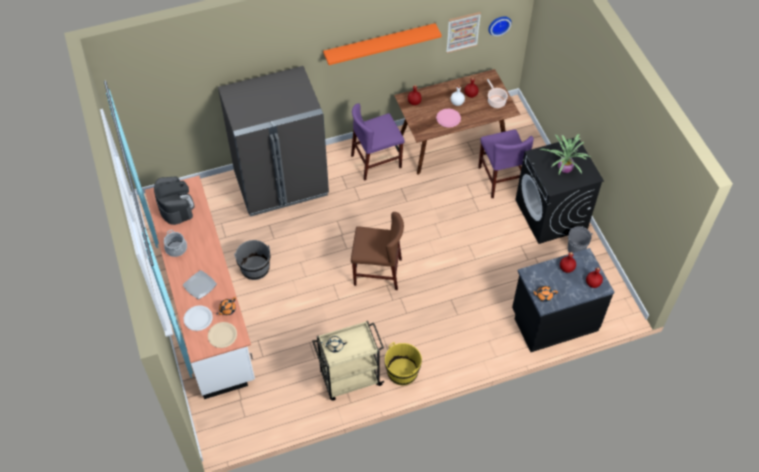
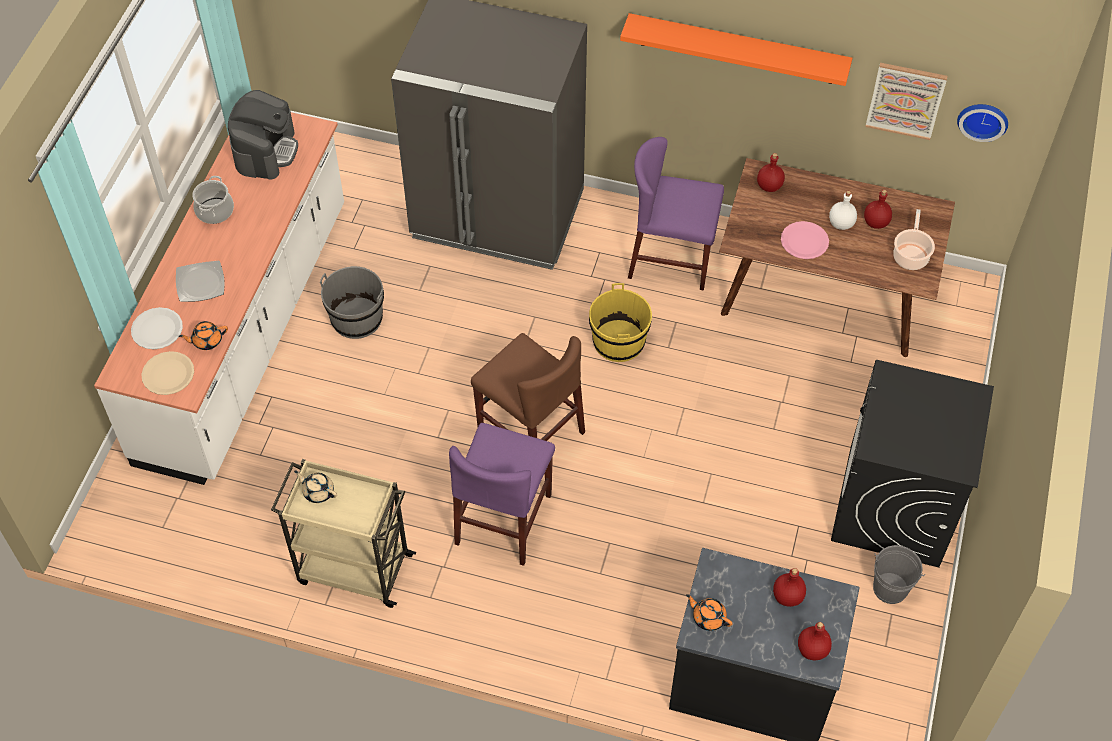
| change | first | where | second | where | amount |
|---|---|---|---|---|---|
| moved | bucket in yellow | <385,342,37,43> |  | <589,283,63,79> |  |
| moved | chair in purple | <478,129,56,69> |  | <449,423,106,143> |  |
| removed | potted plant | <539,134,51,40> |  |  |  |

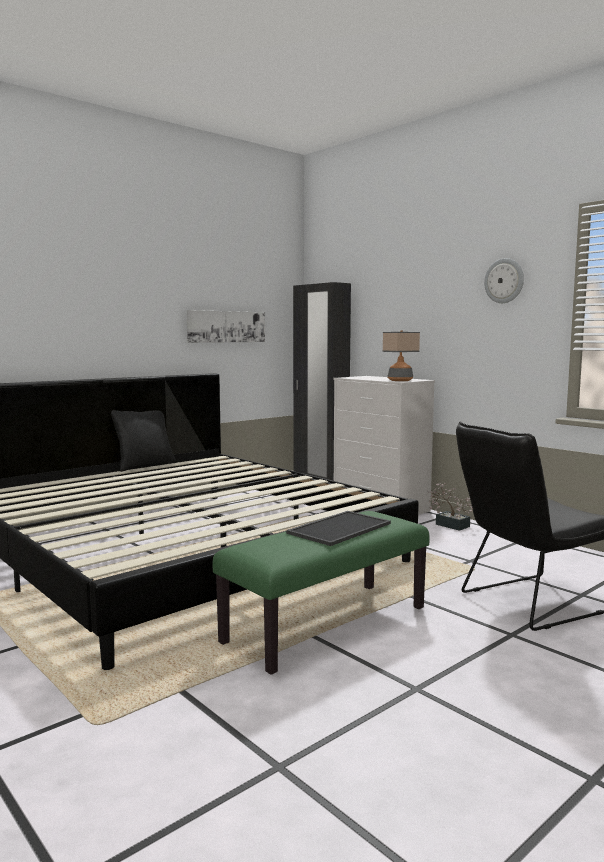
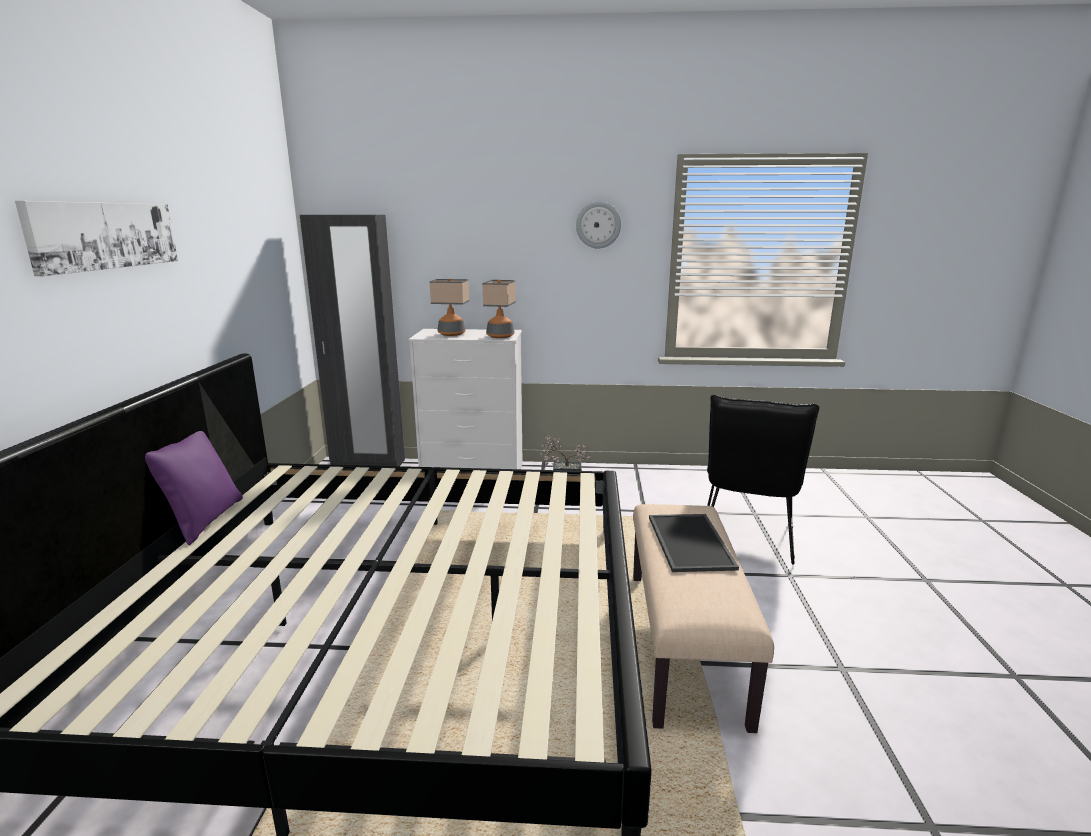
| change | first | where | second | where | amount |
|---|---|---|---|---|---|
| recoloured | pillow in black | <111,410,65,62> | pillow in purple | <145,431,98,114> |  |
| moved | picture | <187,310,78,33> |  | <15,201,163,75> |  |
| recoloured | bench in green | <212,511,218,164> | bench in beige | <633,504,141,229> |  |
| added |  |  | table lamp | <429,279,40,57> |  |

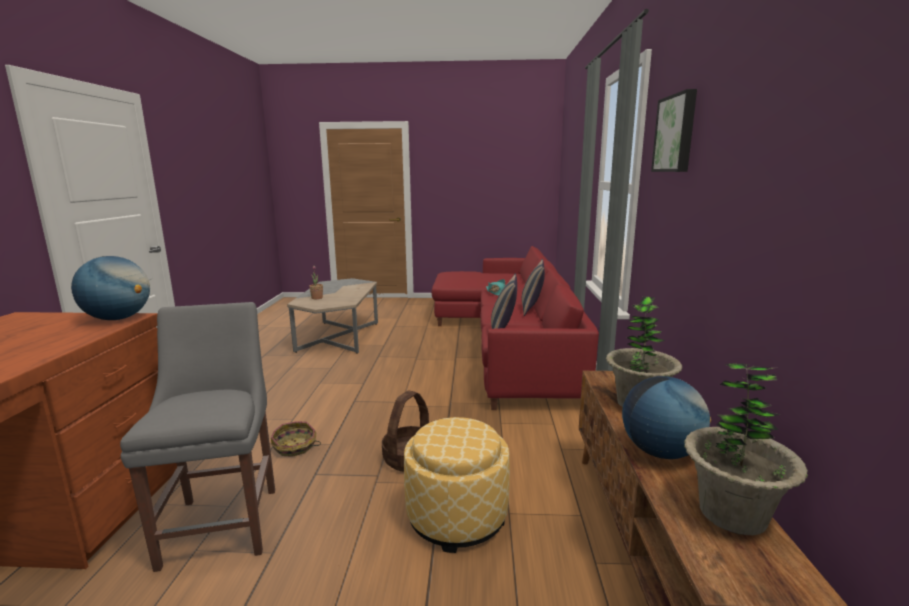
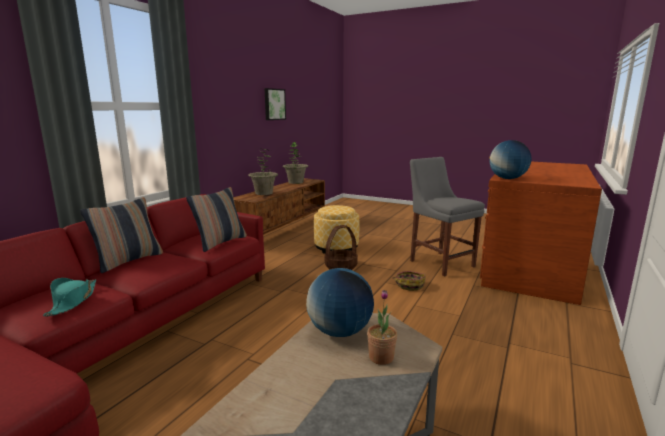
| change | first | where | second | where | amount |
|---|---|---|---|---|---|
| turned | chair in grey | <120,302,155,270> |  | <410,157,75,120> | 135 degrees clockwise |
| moved | globe | <622,376,89,83> |  | <306,268,68,69> |  |
| moved | picture | <651,89,46,83> |  | <264,88,22,32> |  |

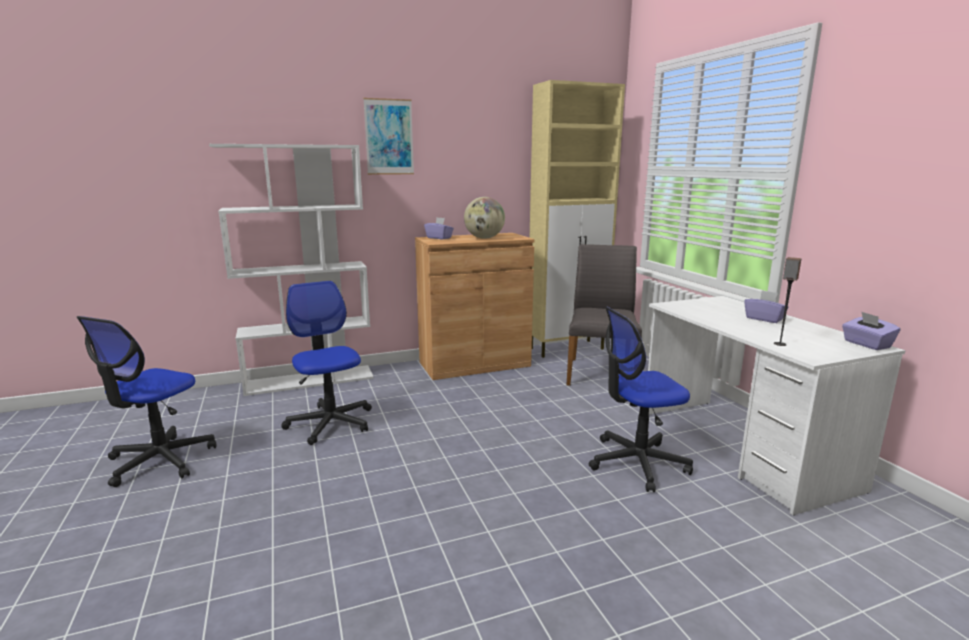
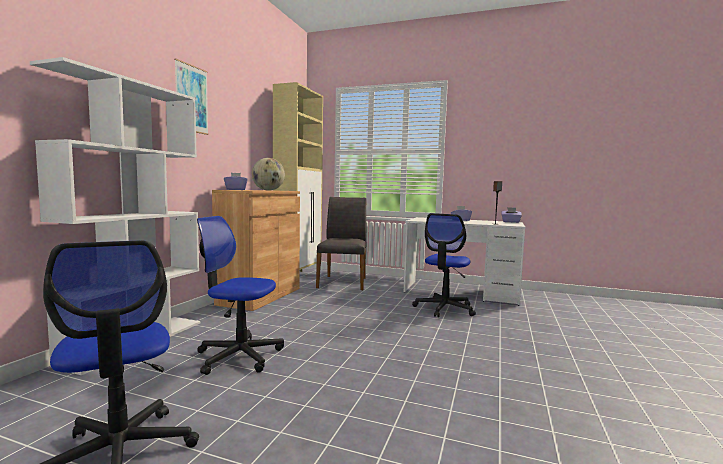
| change | first | where | second | where | amount |
|---|---|---|---|---|---|
| turned | chair in grey | <567,244,75,142> |  | <316,197,50,93> | 45 degrees clockwise |

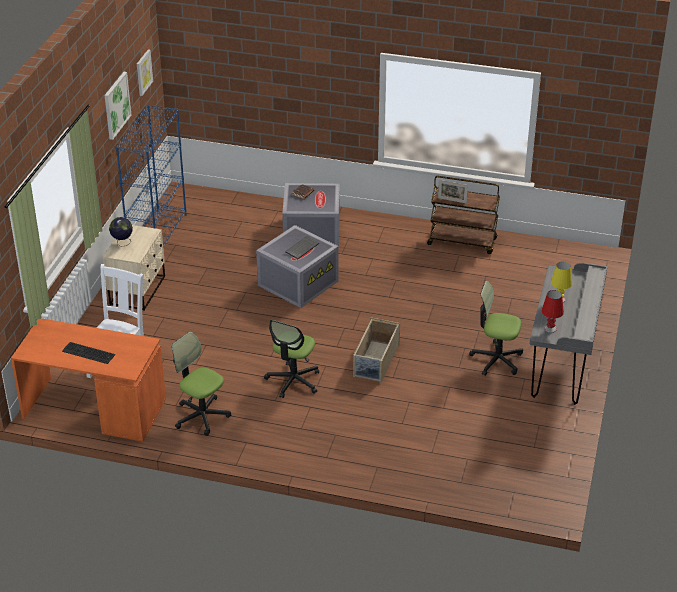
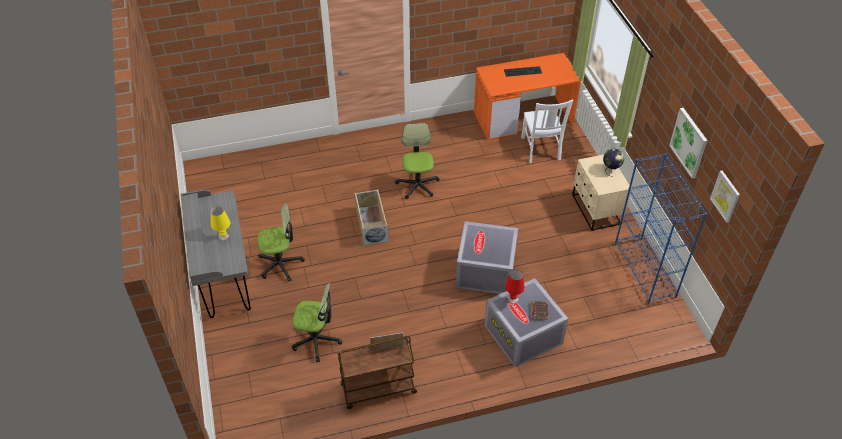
| change | first | where | second | where | amount |
|---|---|---|---|---|---|
| moved | office chair | <172,332,59,104> |  | <292,283,50,79> |  |
| removed | keyboard | <285,236,34,23> |  |  |  |
| moved | table lamp in red | <542,290,22,43> |  | <505,270,20,34> |  |

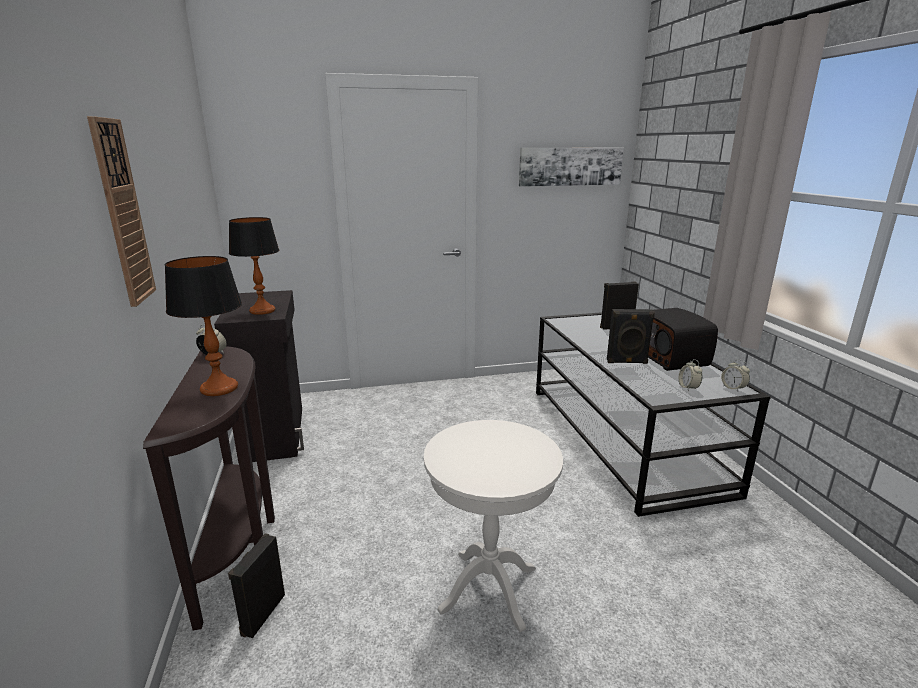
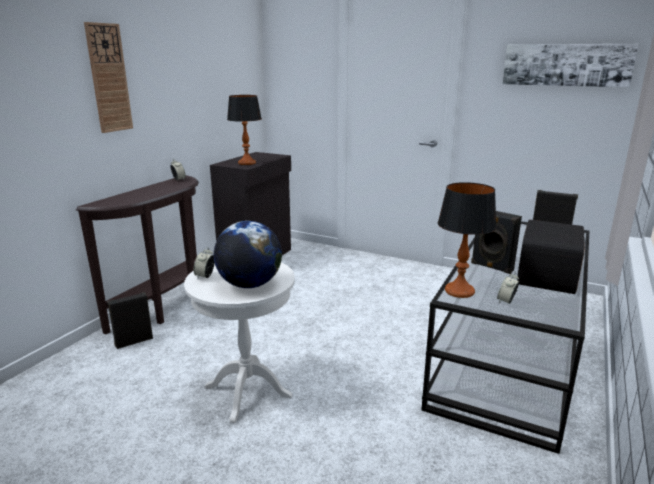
| change | first | where | second | where | amount |
|---|---|---|---|---|---|
| moved | table lamp | <164,256,78,140> |  | <438,182,59,116> |  |
| moved | alarm clock | <721,359,29,32> |  | <194,247,21,32> |  |
| added |  |  | globe | <214,221,68,67> |  |

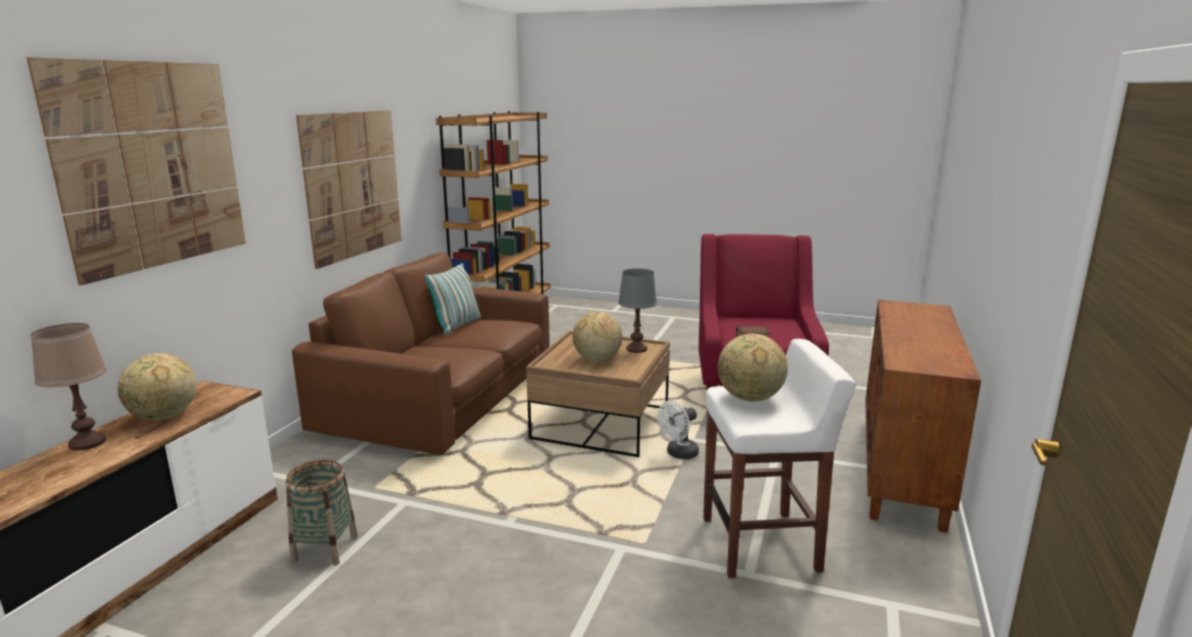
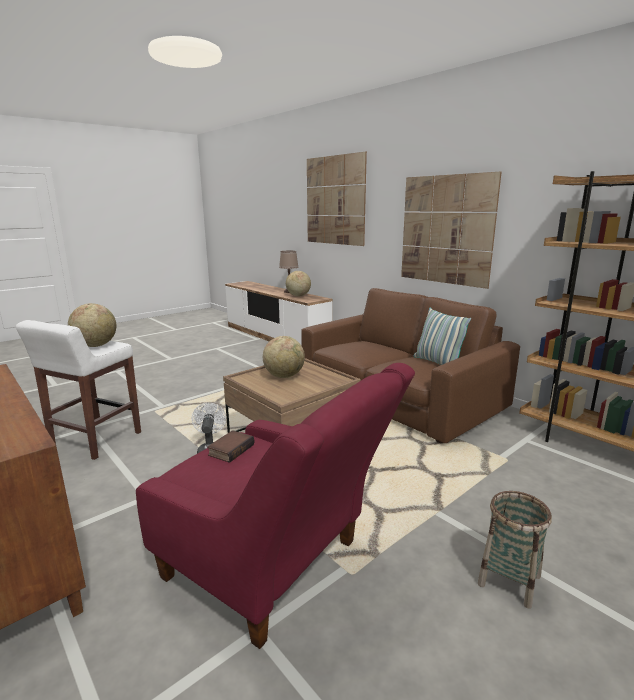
| change | first | where | second | where | amount |
|---|---|---|---|---|---|
| moved | basket | <286,460,72,105> |  | <478,491,74,118> |  |
| removed | table lamp in grey | <618,269,39,84> |  |  |  |

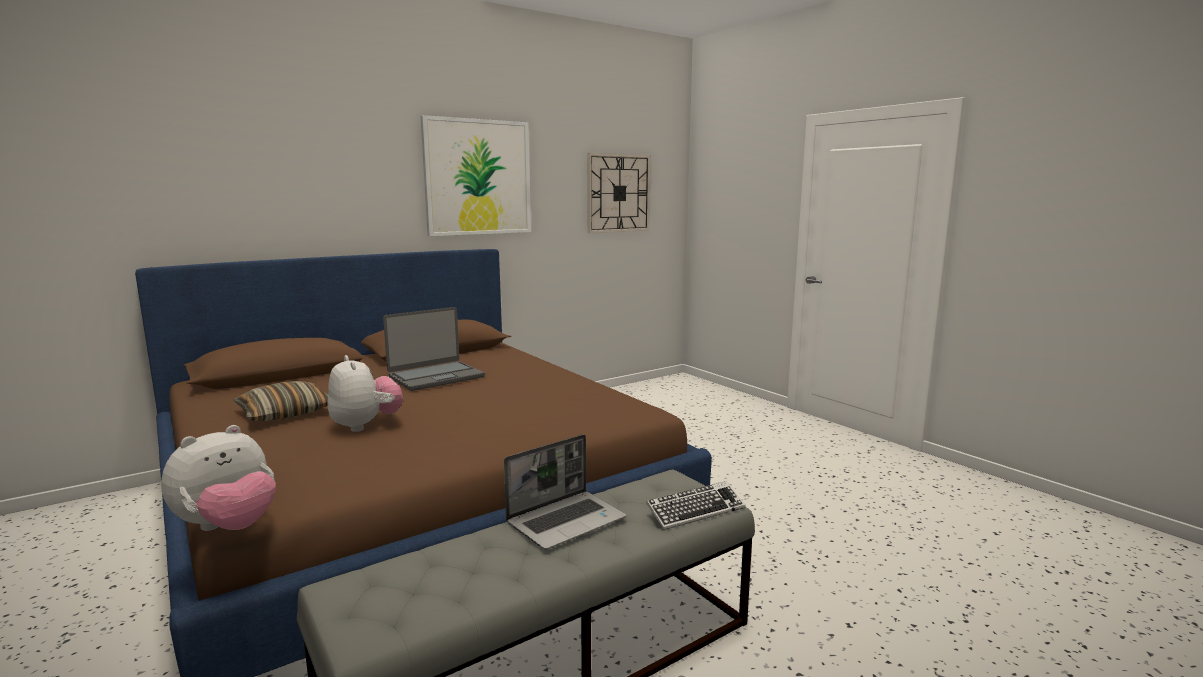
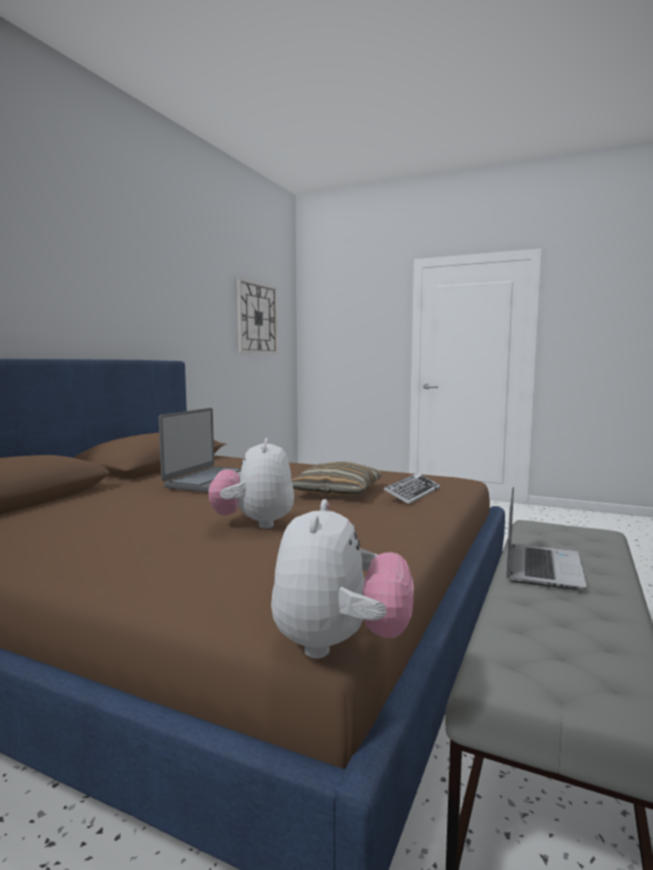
| change | first | where | second | where | amount |
|---|---|---|---|---|---|
| moved | pillow | <233,381,95,40> |  | <291,461,92,36> |  |
| turned | plush toy | <328,355,75,77> |  | <208,438,86,91> | 120 degrees counterclockwise |
| removed | picture | <420,115,111,121> |  |  |  |
| moved | keyboard | <646,481,100,49> |  | <384,473,56,31> |  |

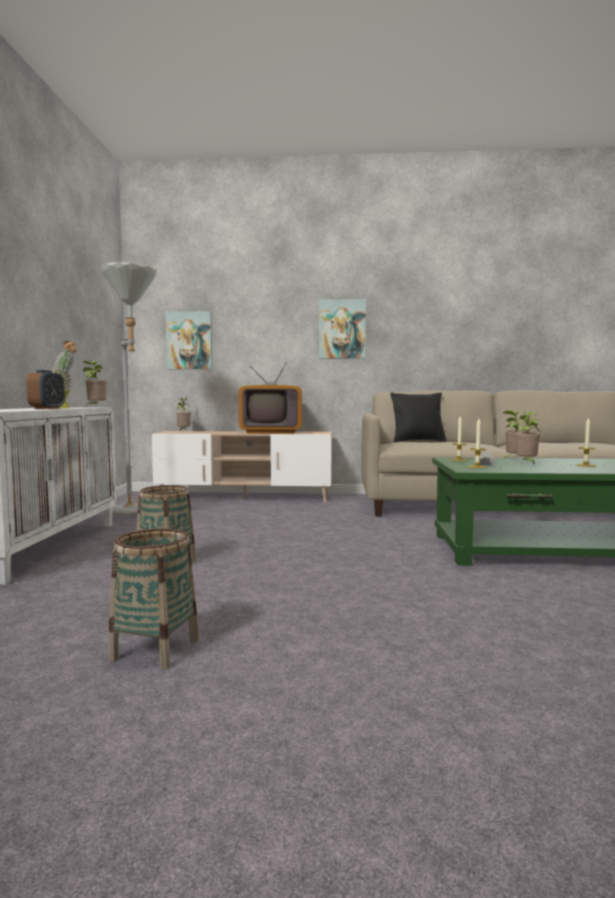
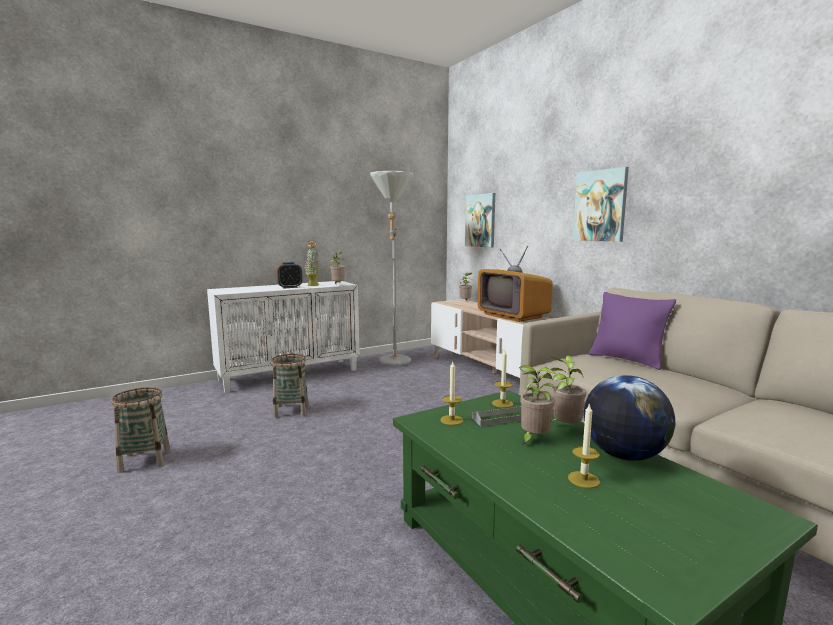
| change | first | where | second | where | amount |
|---|---|---|---|---|---|
| recoloured | pillow in black | <391,392,56,50> | pillow in purple | <589,292,87,78> |  |
| added |  |  | globe | <583,375,92,86> |  |

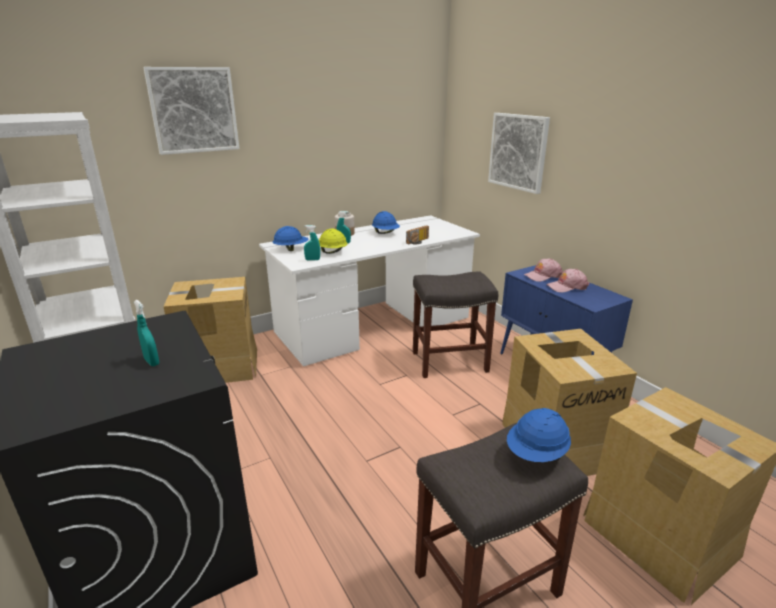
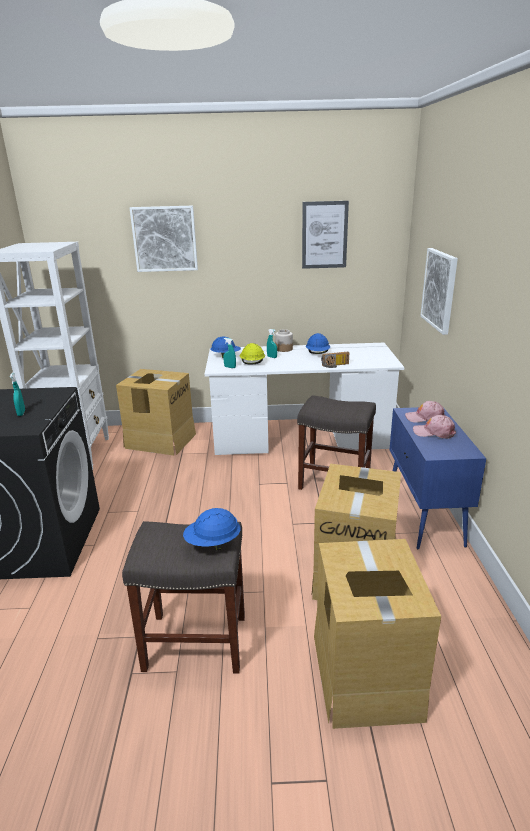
| change | first | where | second | where | amount |
|---|---|---|---|---|---|
| added |  |  | picture | <302,201,47,68> |  |

